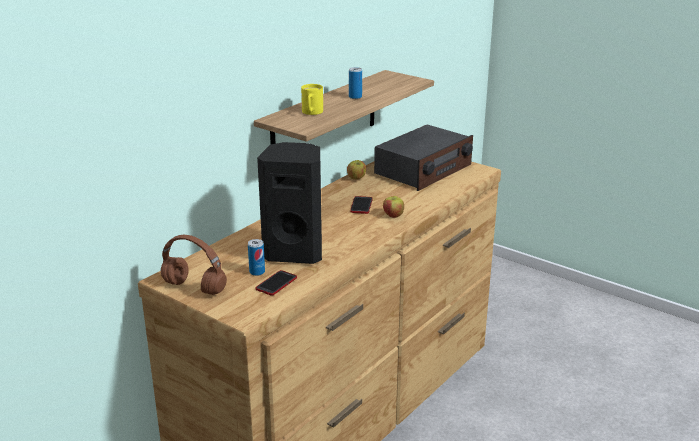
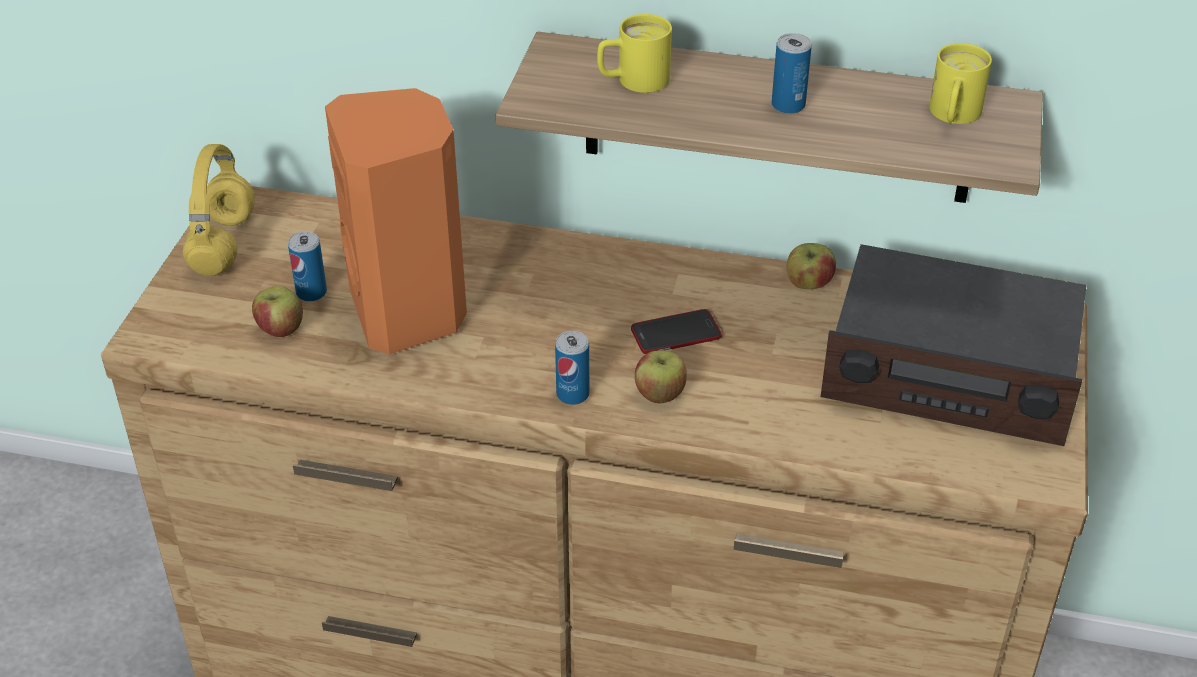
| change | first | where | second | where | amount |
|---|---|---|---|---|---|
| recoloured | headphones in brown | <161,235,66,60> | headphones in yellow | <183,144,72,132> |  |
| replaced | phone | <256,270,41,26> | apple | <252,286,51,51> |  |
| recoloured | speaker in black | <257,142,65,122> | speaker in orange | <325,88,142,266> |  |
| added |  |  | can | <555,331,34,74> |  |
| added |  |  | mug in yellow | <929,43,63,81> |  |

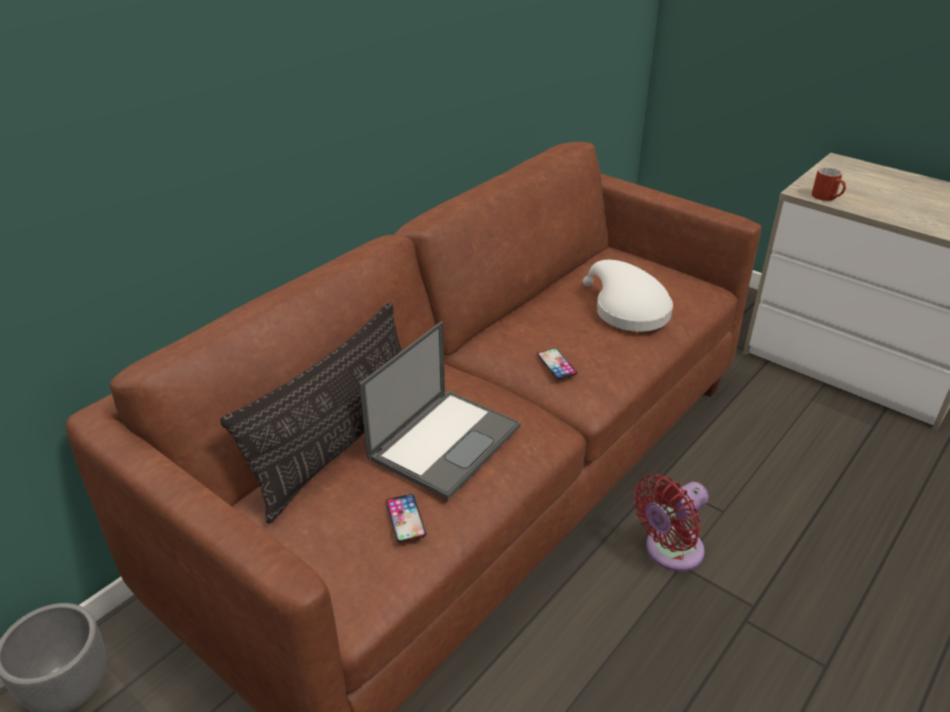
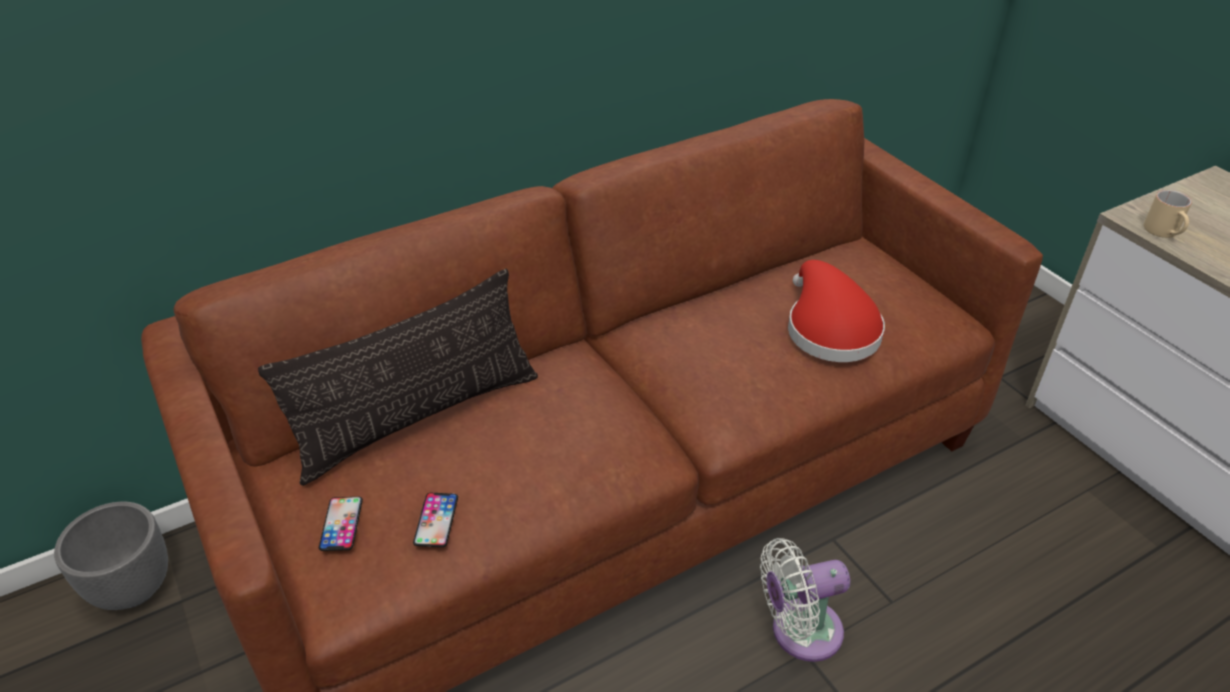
| change | first | where | second | where | amount |
|---|---|---|---|---|---|
| removed | laptop | <359,321,162,179> |  |  |  |
| moved | phone | <537,348,40,31> |  | <319,497,44,54> |  |
| recoloured | hat in white | <583,260,90,72> | hat in red | <788,260,97,102> |  |
| recoloured | fan in red | <634,474,74,97> | fan in white | <760,538,90,124> |  |
| recoloured | mug in red | <812,167,34,34> | mug in beige | <1144,190,48,48> |  |

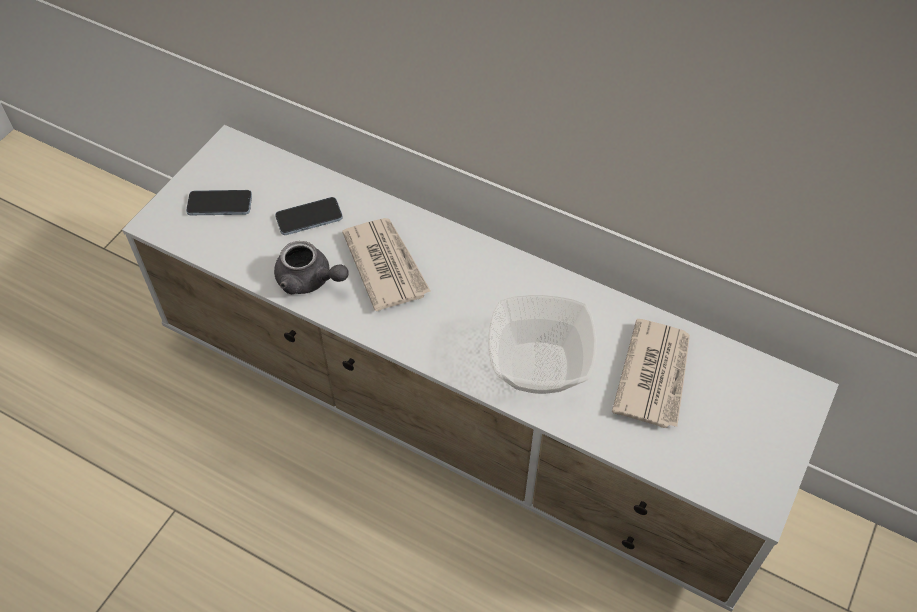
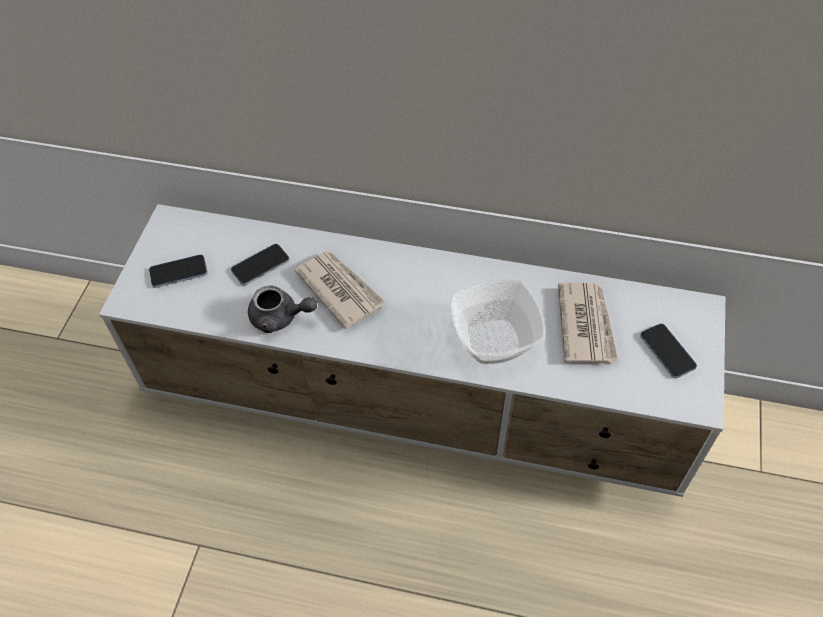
| change | first | where | second | where | amount |
|---|---|---|---|---|---|
| added |  |  | phone | <640,323,57,55> |  |

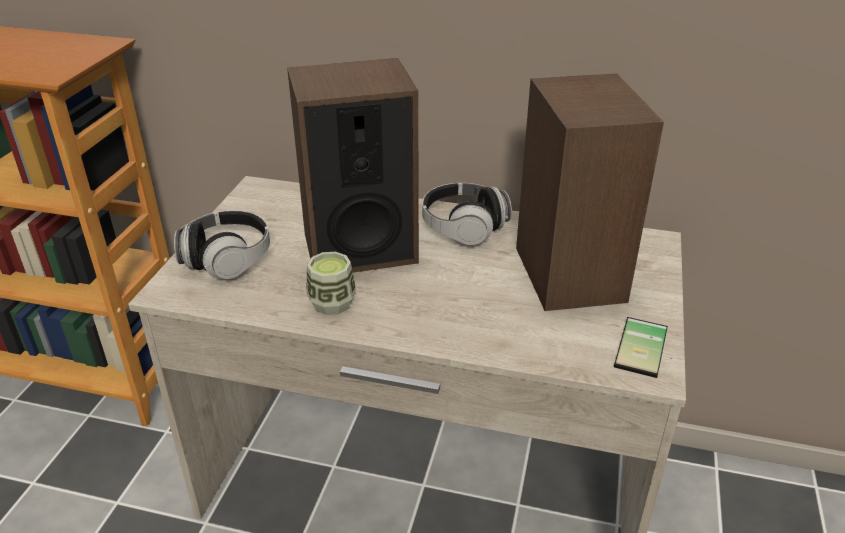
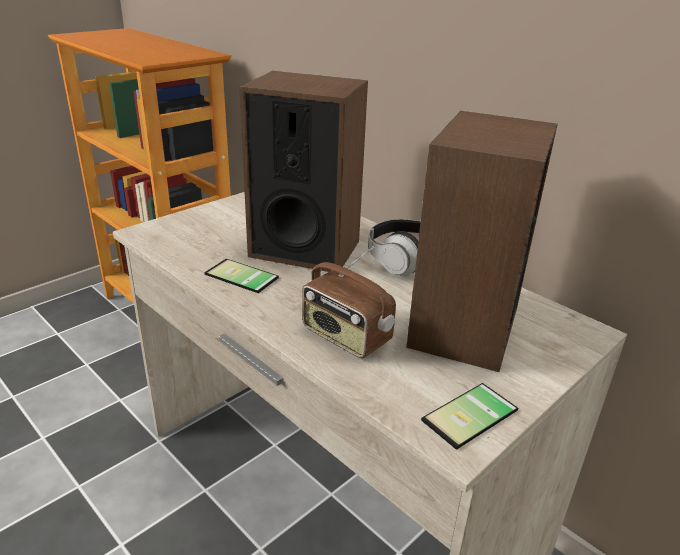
| change | first | where | second | where | amount |
|---|---|---|---|---|---|
| removed | headphones | <174,211,96,68> |  |  |  |
| replaced | cup | <306,252,50,63> | phone | <204,259,75,34> |  |
| added |  |  | radio | <302,246,94,112> |  |

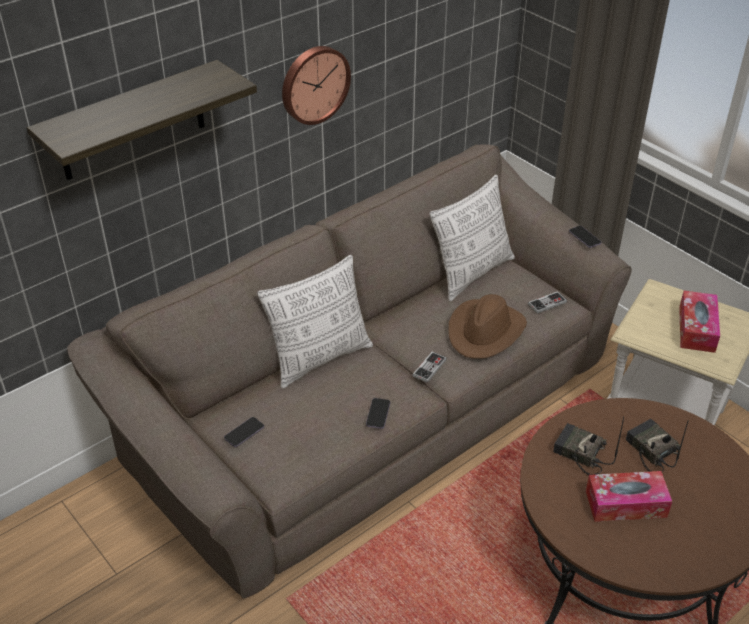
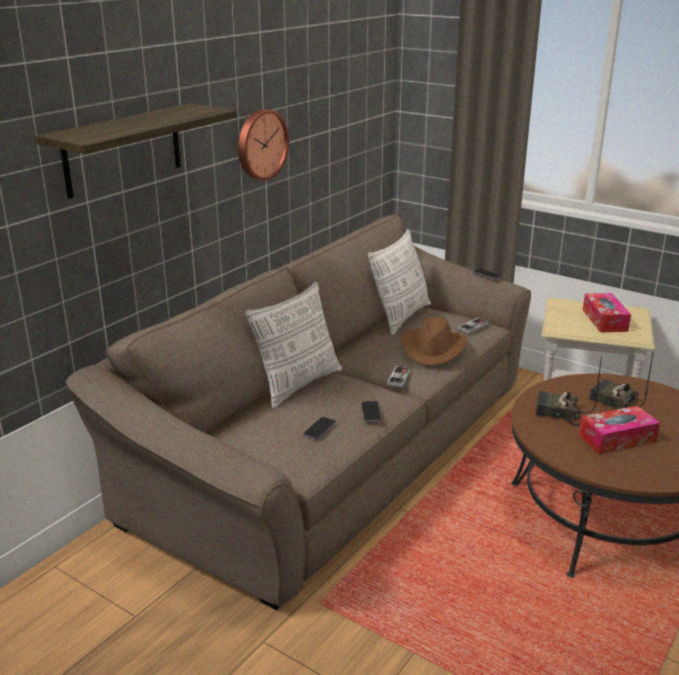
| change | first | where | second | where | amount |
|---|---|---|---|---|---|
| moved | phone | <224,417,40,30> |  | <303,417,33,23> |  |

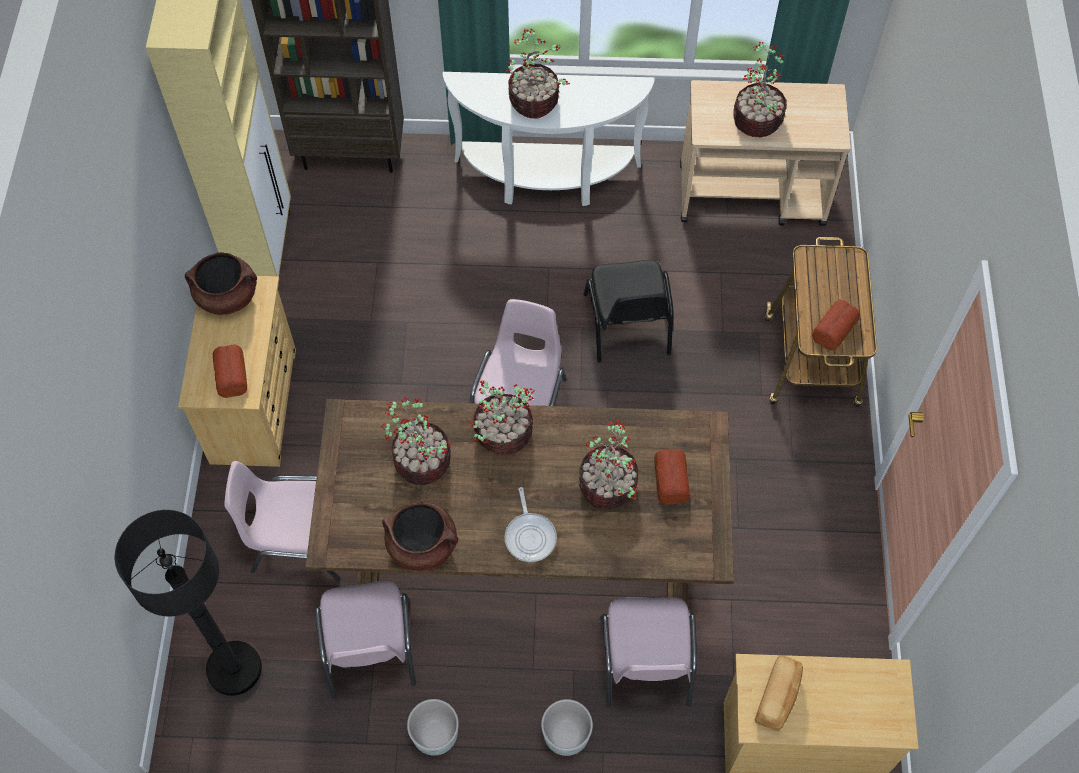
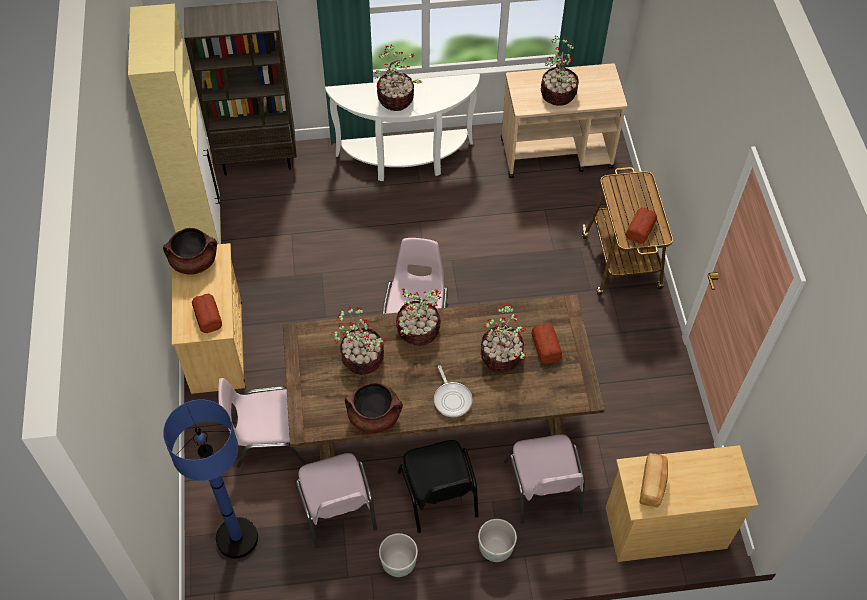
| change | first | where | second | where | amount |
|---|---|---|---|---|---|
| recoloured | floor lamp in black | <115,510,147,186> | floor lamp in blue | <163,399,95,160> |  |
| moved | chair in black | <584,260,90,103> |  | <397,440,81,93> |  |

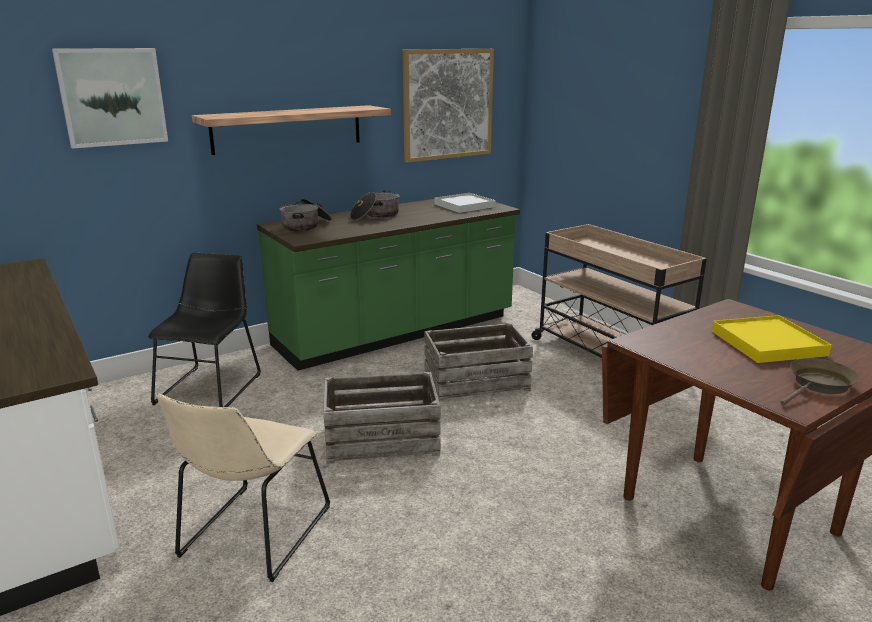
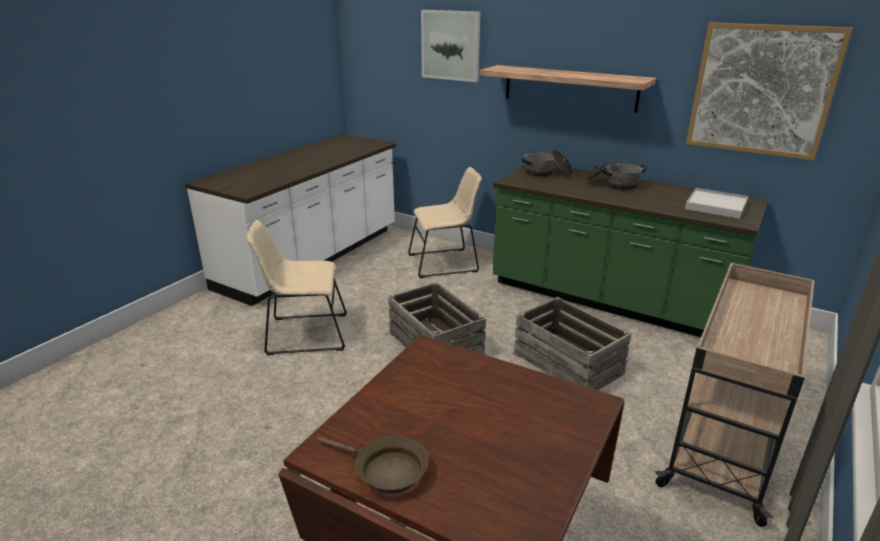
| change | first | where | second | where | amount |
|---|---|---|---|---|---|
| recoloured | chair in black | <148,252,113,155> | chair in beige | <408,167,74,111> |  |
| removed | tray in yellow | <712,315,120,48> |  |  |  |

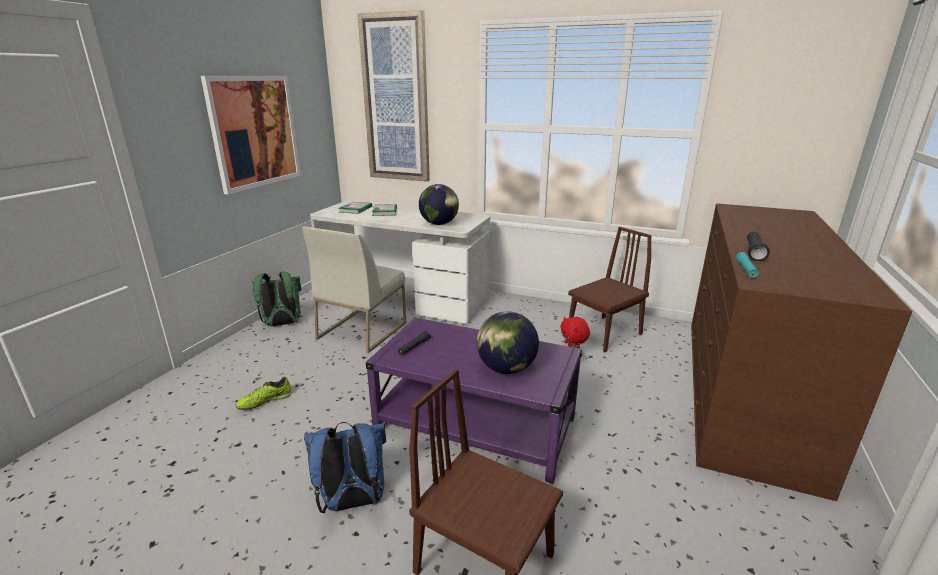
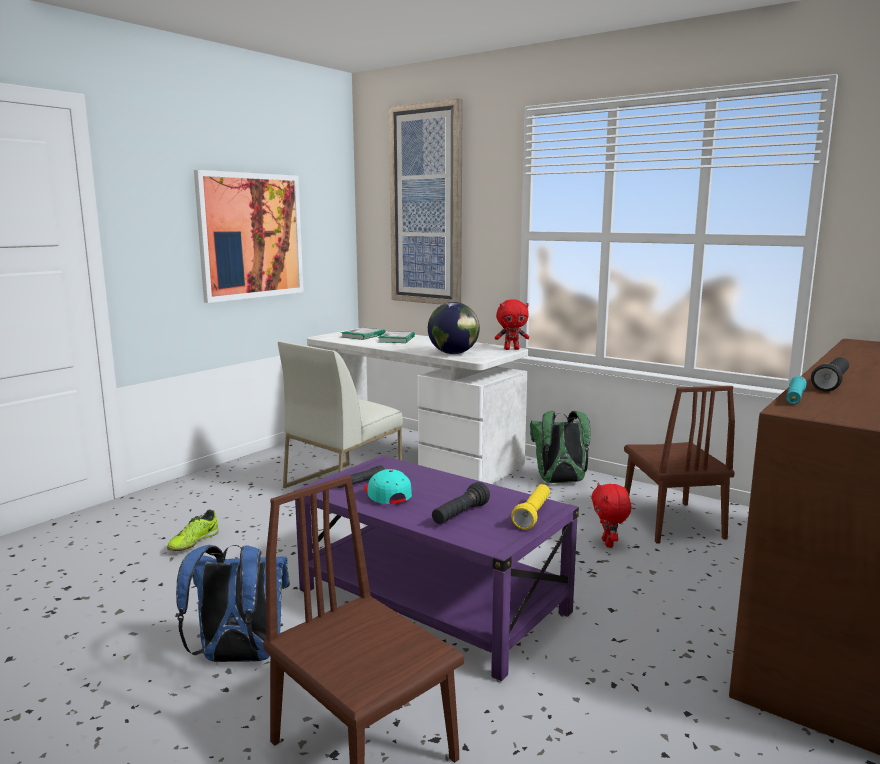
| change | first | where | second | where | amount |
|---|---|---|---|---|---|
| turned | shoe | <236,377,56,33> |  | <167,509,52,42> | 45 degrees counterclockwise |
| moved | backpack in green | <252,272,49,55> |  | <530,411,61,72> |  |
| replaced | globe | <477,311,62,63> | flashlight in black | <432,482,58,42> |  |
| turned | chair in brown | <568,227,84,125> |  | <624,386,111,158> | 105 degrees clockwise |
| added |  |  | cap in turquoise | <364,469,48,35> |  |
| added |  |  | plush toy in red | <495,299,34,51> |  |
| added |  |  | flashlight in yellow | <511,484,39,45> |  |

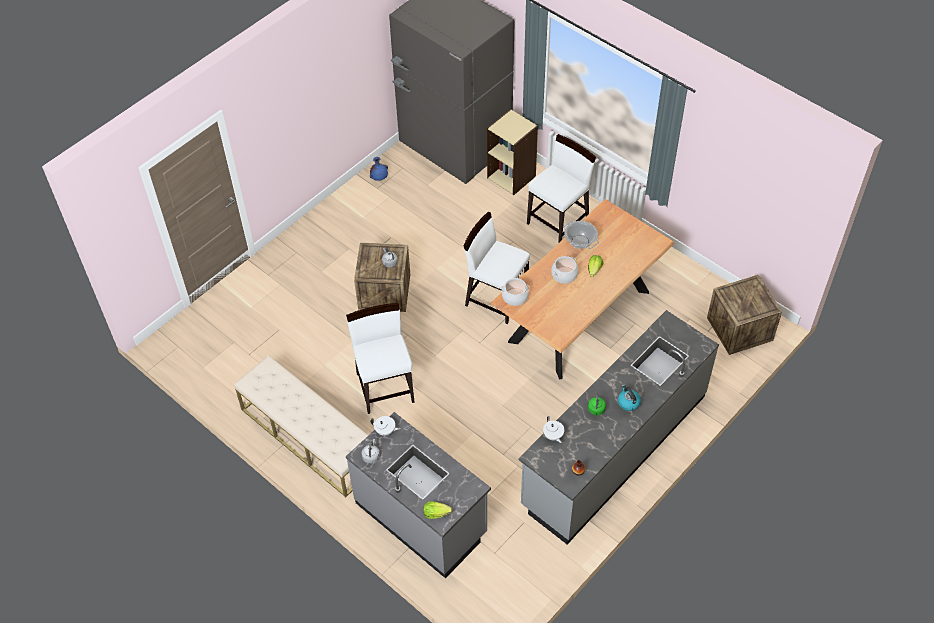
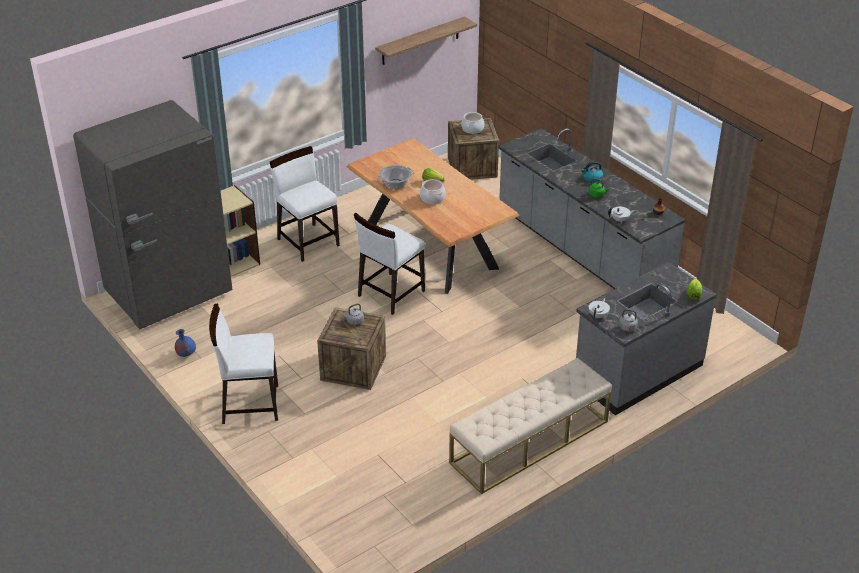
| change | first | where | second | where | amount |
|---|---|---|---|---|---|
| moved | chair in white | <346,303,69,111> |  | <209,303,69,121> |  |
| moved | cooking pot | <501,278,29,28> |  | <461,112,23,22> |  |
| added |  |  | shelf | <375,17,102,48> |  |

